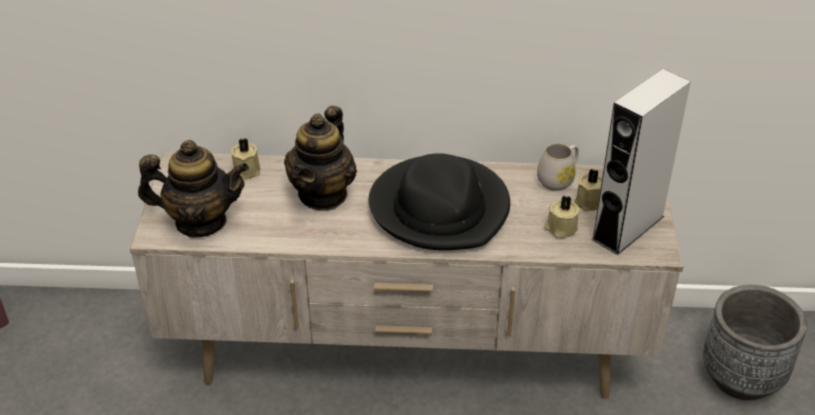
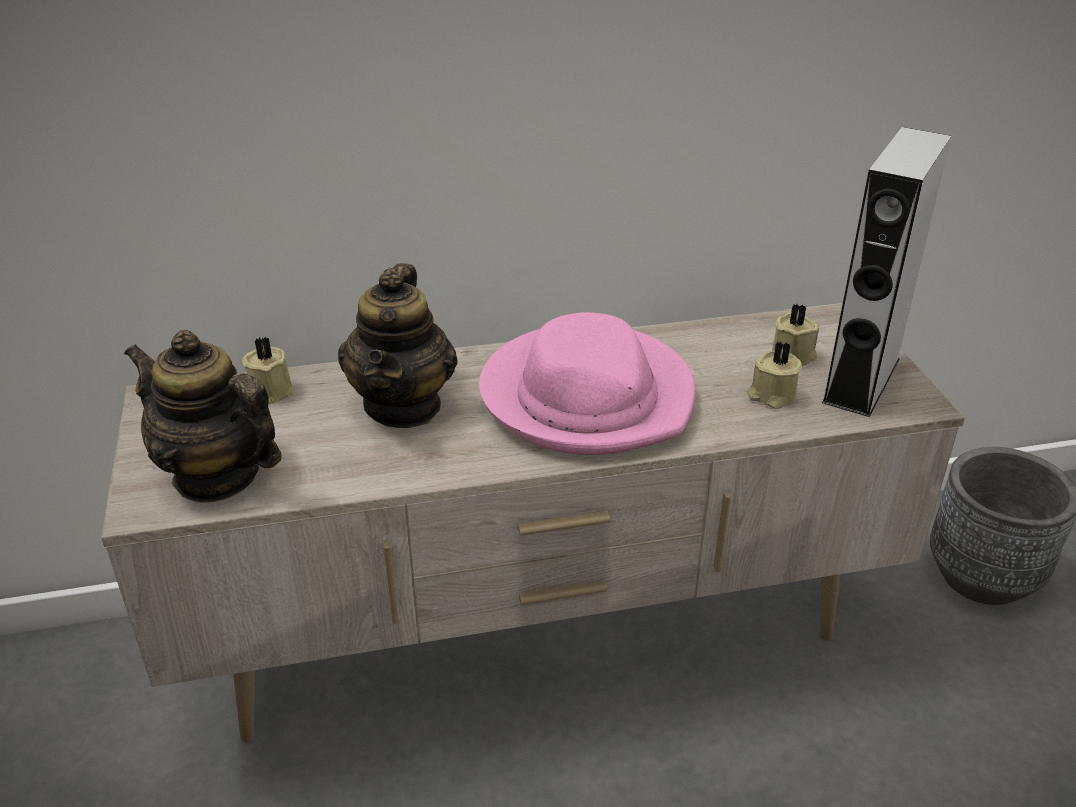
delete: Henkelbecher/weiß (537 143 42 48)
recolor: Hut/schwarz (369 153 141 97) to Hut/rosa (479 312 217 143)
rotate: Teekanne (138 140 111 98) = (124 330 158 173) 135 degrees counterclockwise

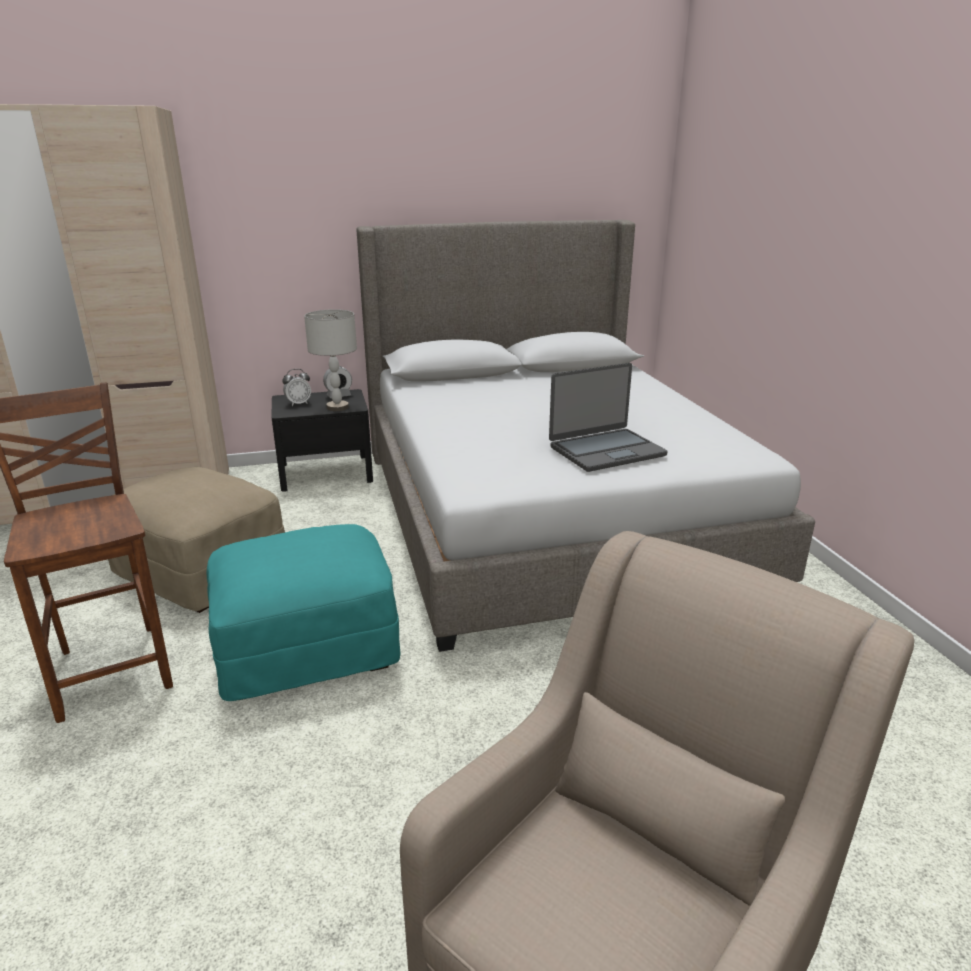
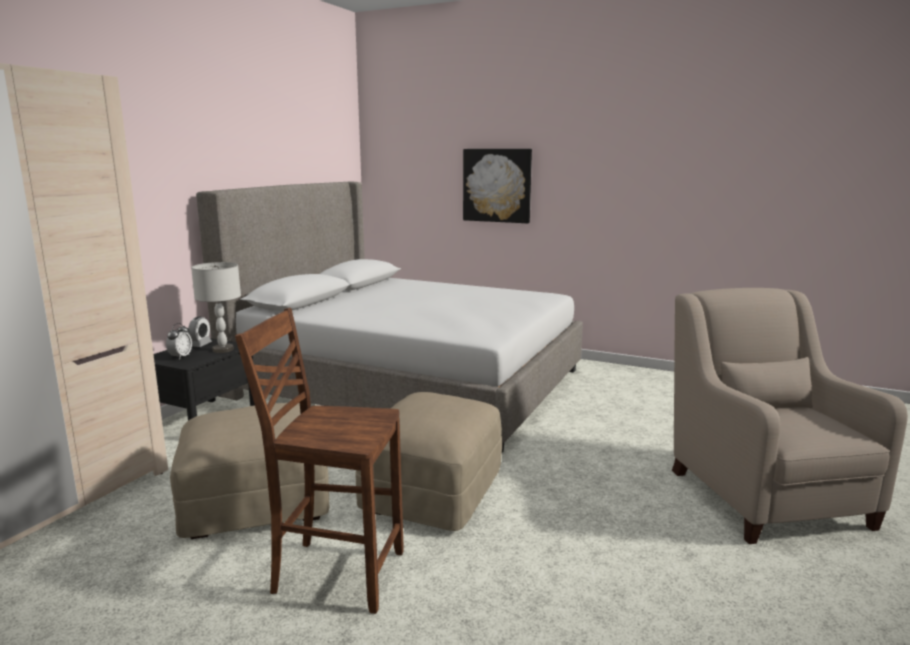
delete: Laptop (549 363 119 109)
insert: Bild (463 149 69 74)
recolor: Polsterhocker/türkis (206 524 194 177) to Polsterhocker/beige (356 392 146 139)

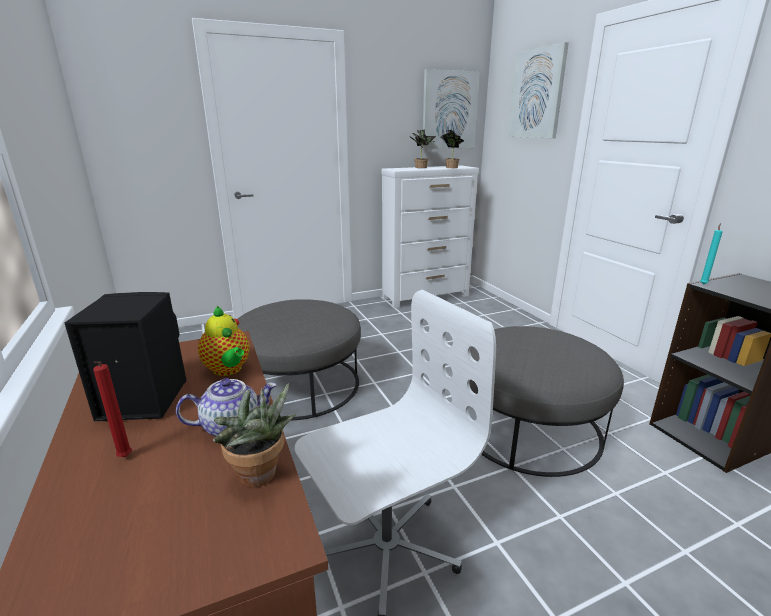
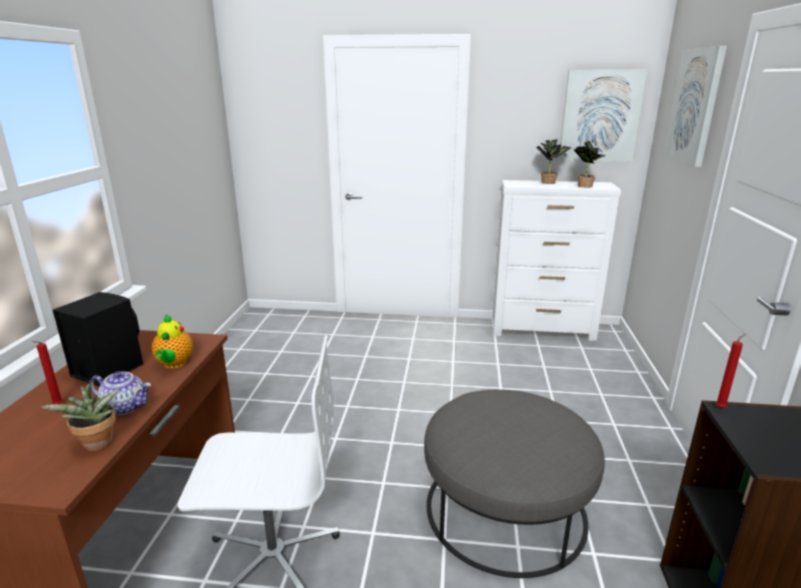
delete: Polsterhocker/grau (237 299 124 121)
recolor: Kerze/türkis (700 223 23 62) to Kerze/rot (716 334 30 74)

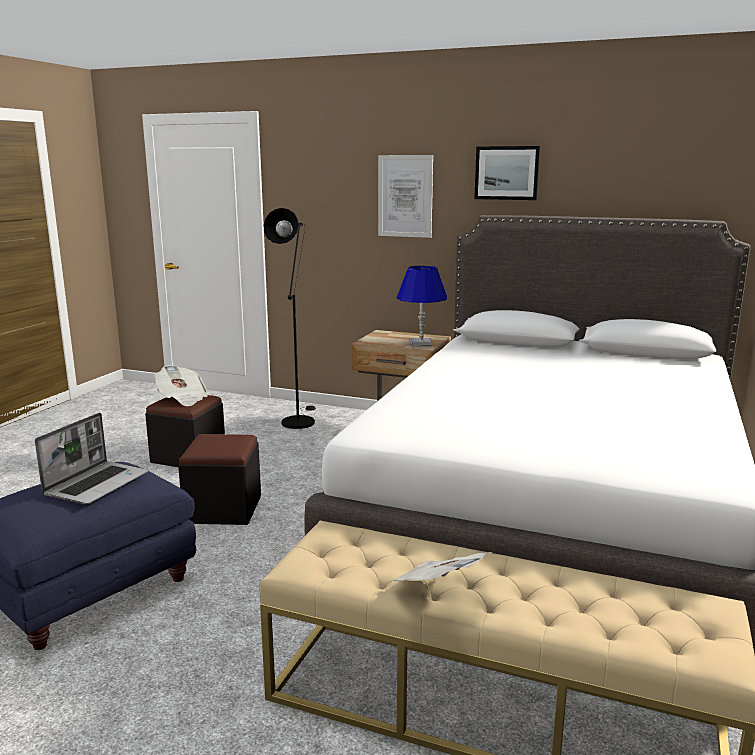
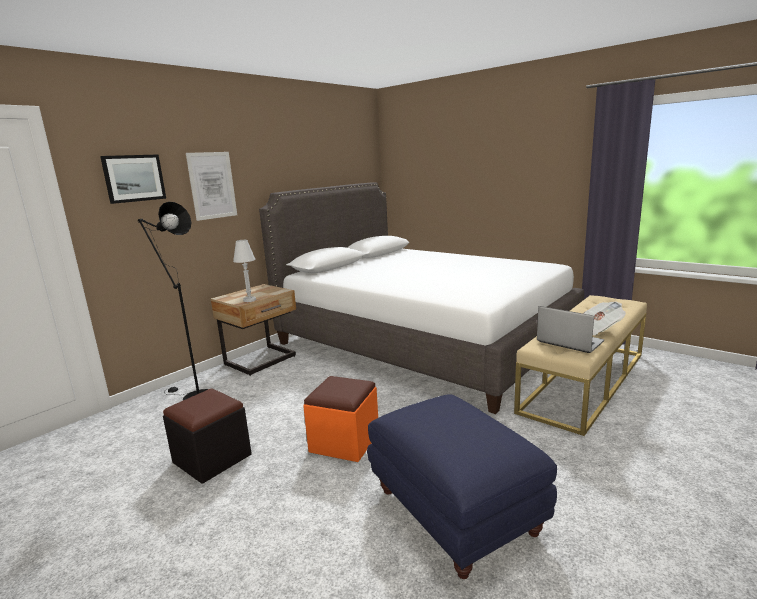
delete: Zeitung (155 365 53 41); Tischlampe/blau (397 266 50 80)
insert: Tischlampe/weiß (233 240 23 62)
move: Laptop (35 413 113 92) to (537 306 67 47); Bild (474 146 66 54) to (100 154 66 50)
recolor: Polsterhocker/schwarz (178 434 83 91) to Polsterhocker/orange (303 376 75 86)

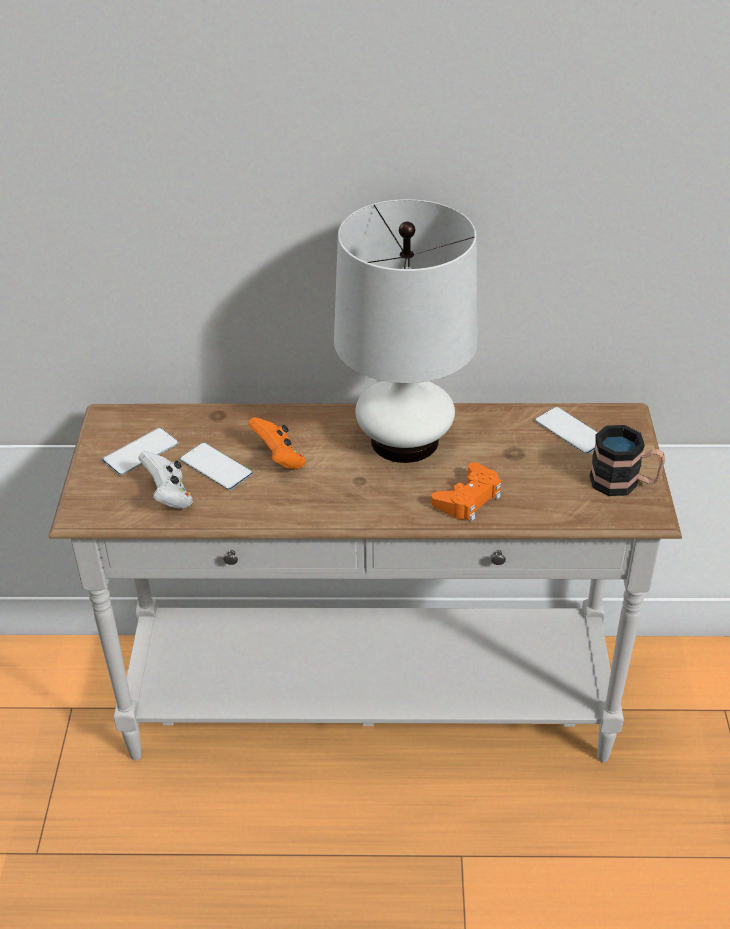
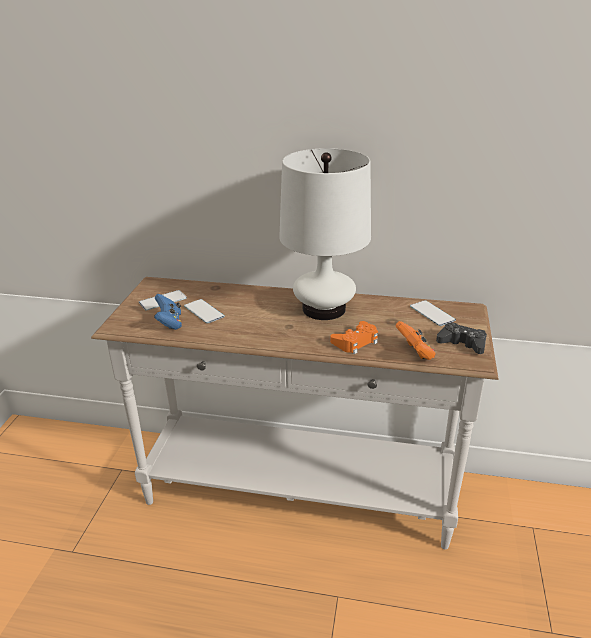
move: Gamepad/orange (248 417 58 53) to (395 321 40 39)
replace: Henkelbecher (589 425 76 71) to Gamepad/schwarz (436 322 51 32)
recolor: Gamepad/weiß (138 451 55 58) to Gamepad/blau (154 294 28 36)

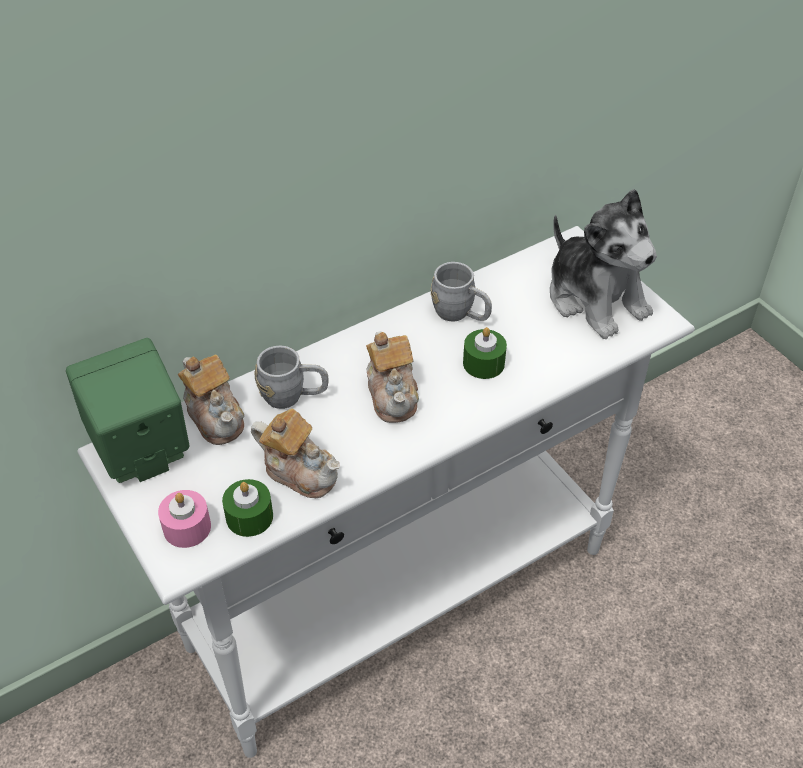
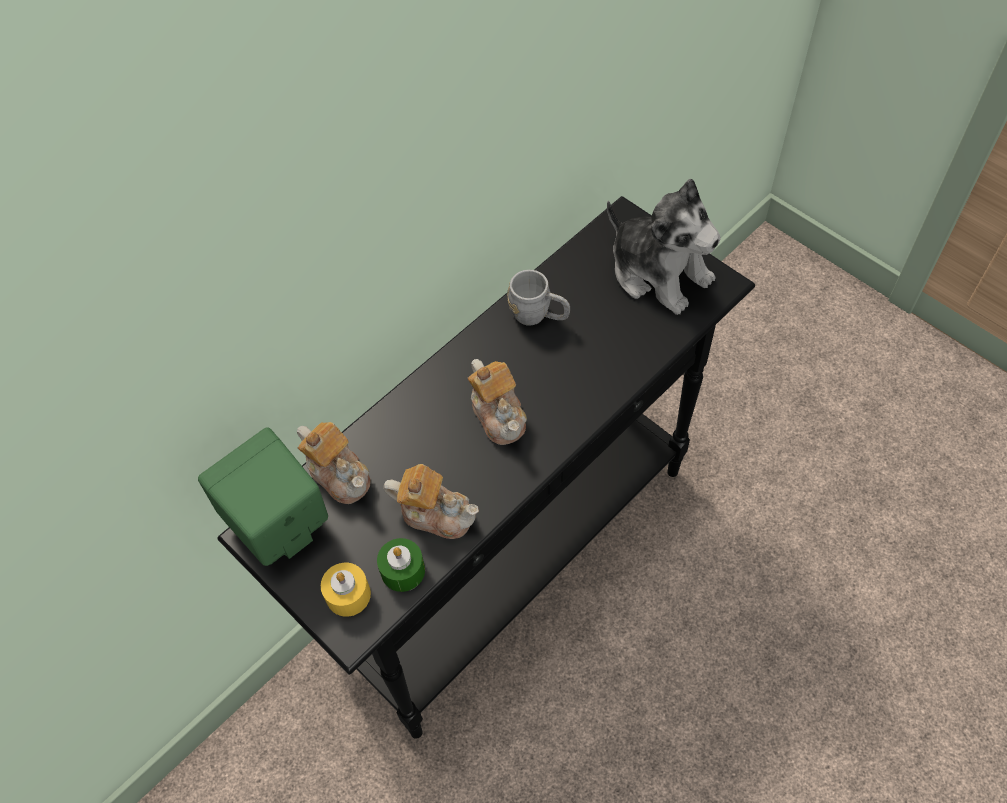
delete: Henkelbecher/grau (254 346 74 63); Kerze/grün (463 327 44 52)
recolor: Konsolentisch/weiß (77 226 618 532) to Konsolentisch/schwarz (217 196 538 543); Kerze/rosa (158 490 53 58) to Kerze/gelb (321 563 50 54)

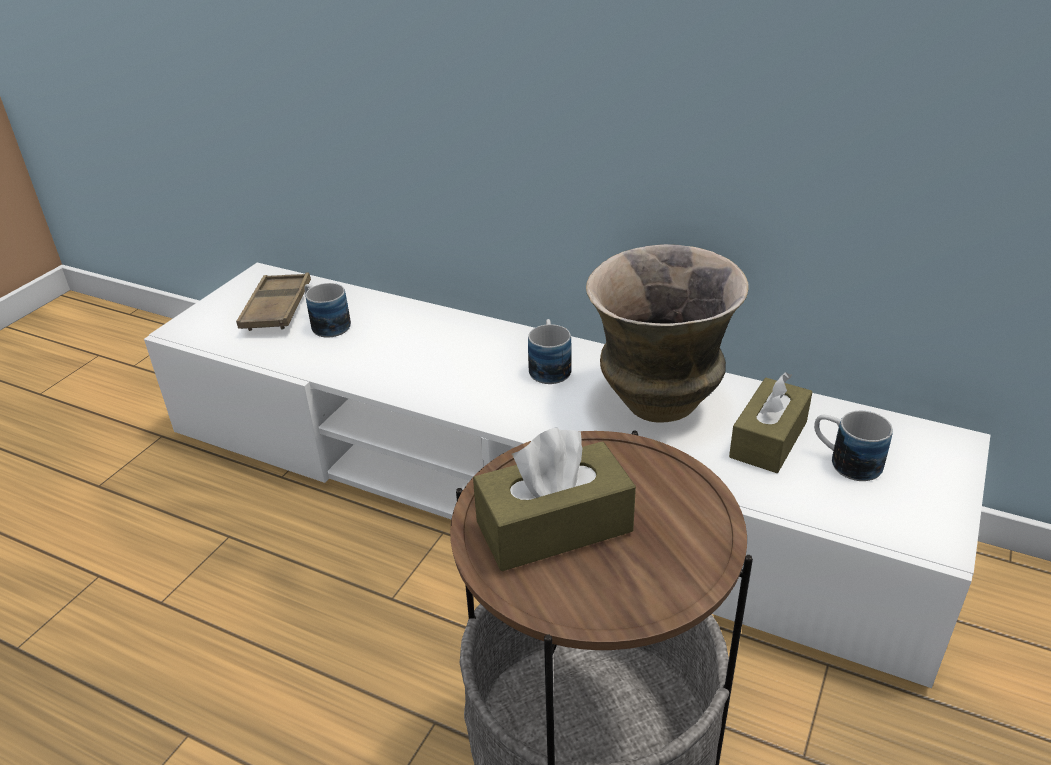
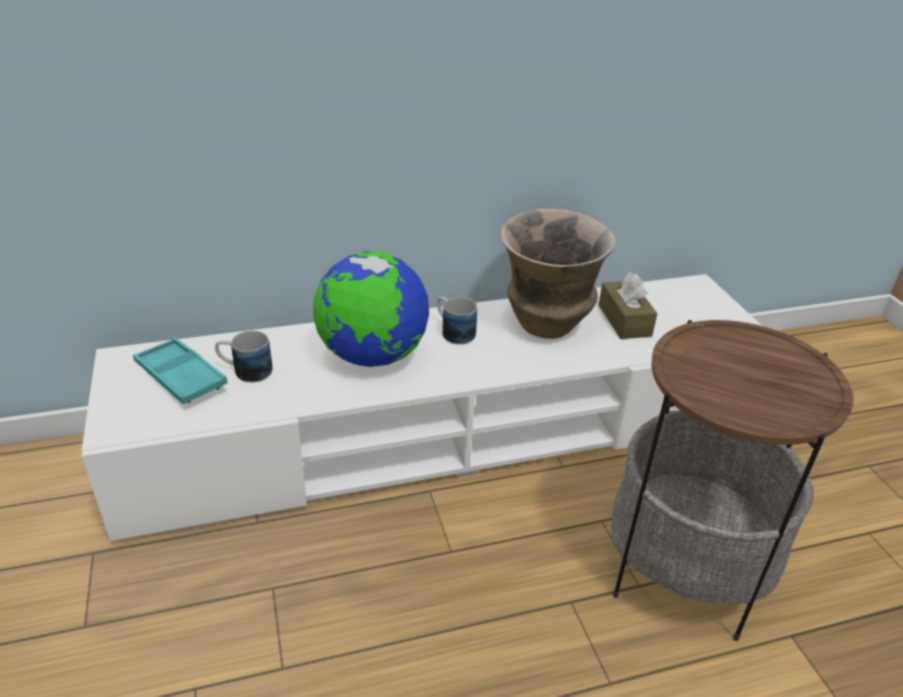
delete: Taschentuchbox/braun (473 427 163 144); Henkelbecher (814 411 79 70)
insert: Globus (313 251 116 116)
recolor: Tablett/braun (236 273 75 58) to Tablett/türkis (133 337 95 67)

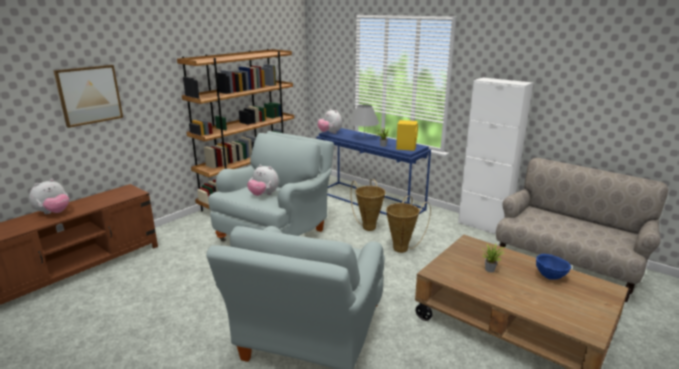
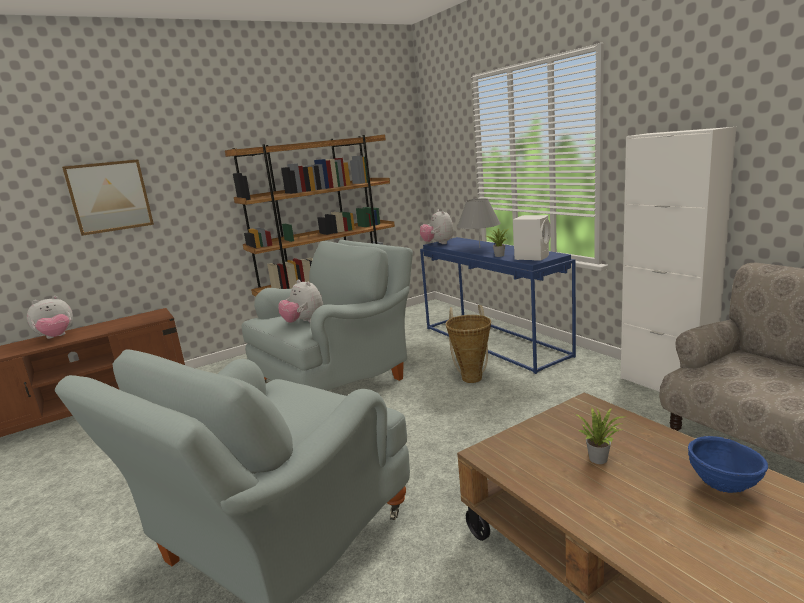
delete: Korb (386 196 45 57)
recolor: Lautsprecher/gelb (396 120 22 31) to Lautsprecher/weiß (513 215 38 46)

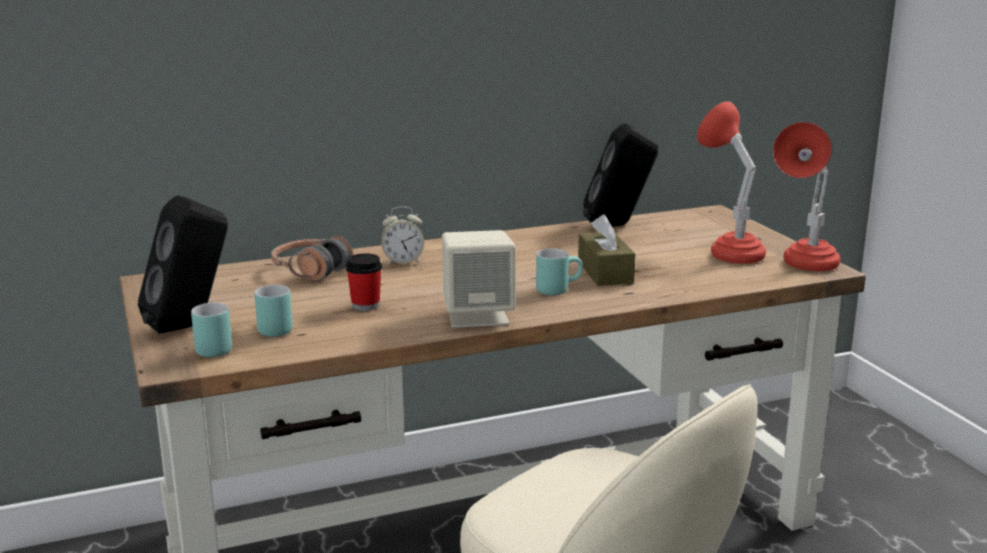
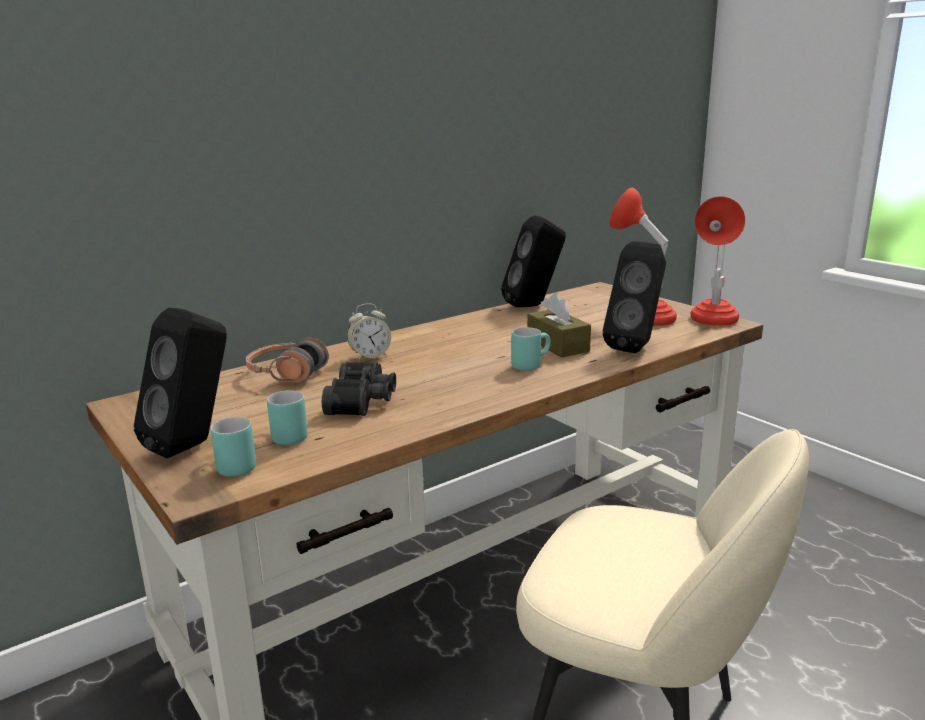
delete: Lautsprecher/beige (442 230 74 98)
insert: Lautsprecher/schwarz (602 241 64 112)
replace: Tasse (346 253 36 58) to Fernglas/schwarz (322 362 74 54)

